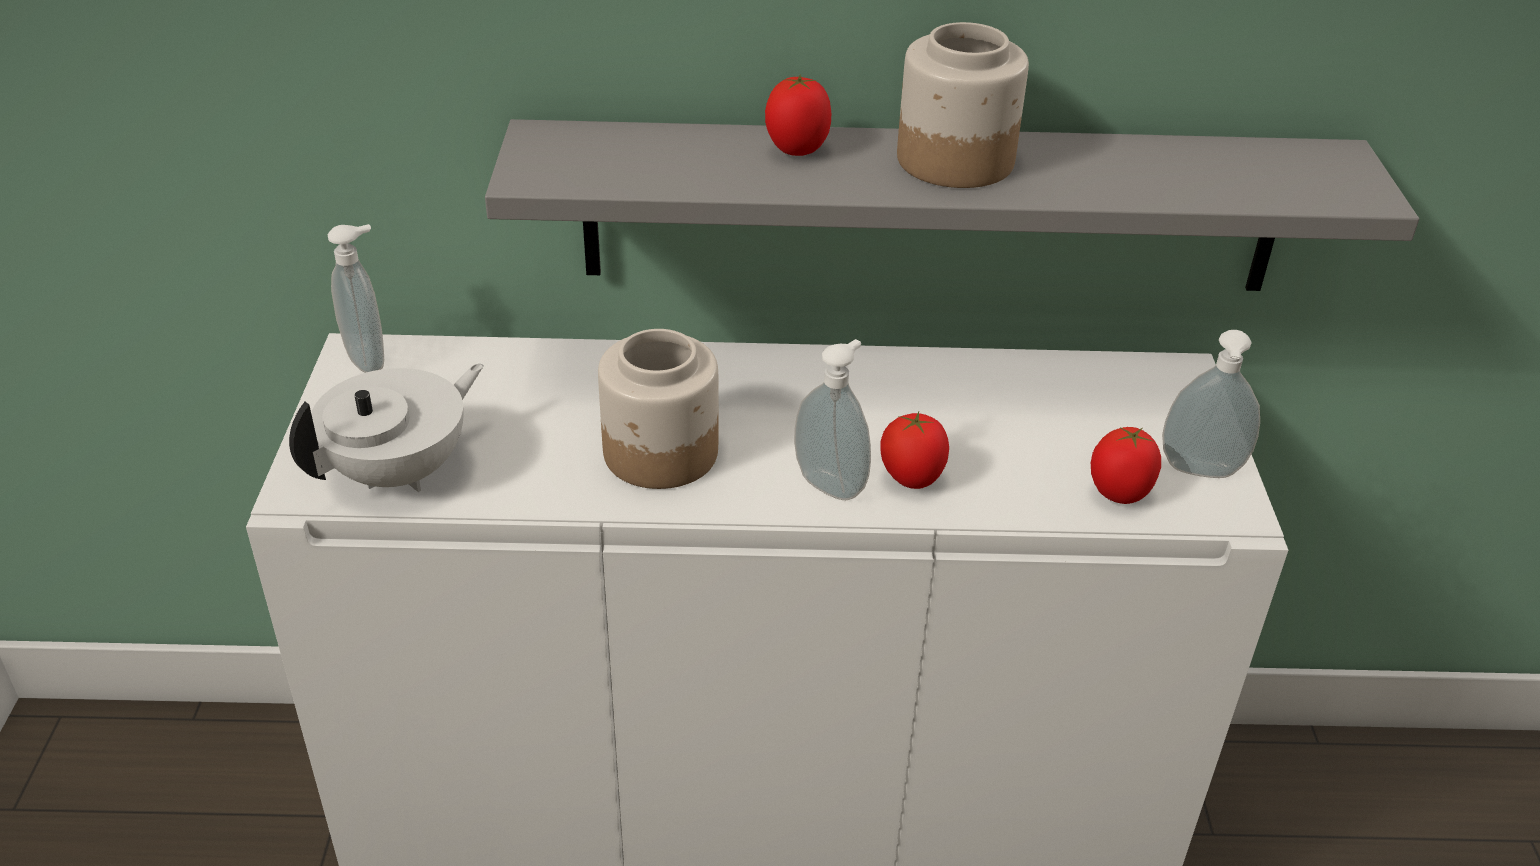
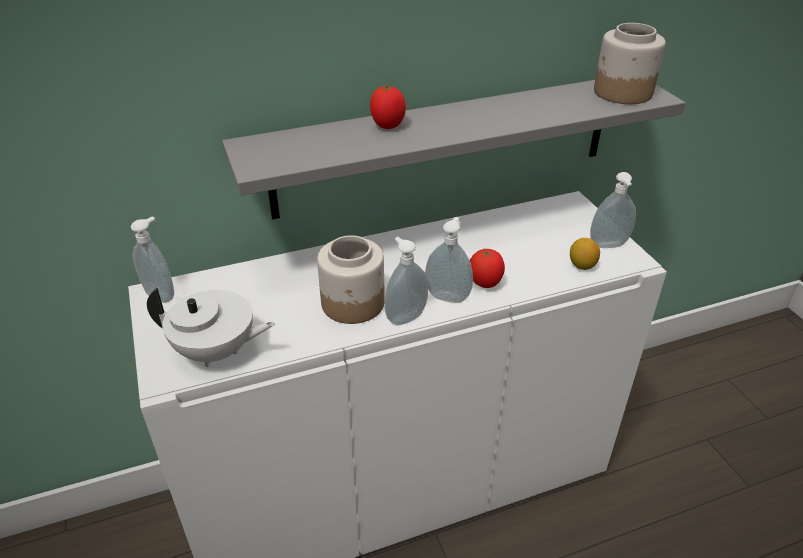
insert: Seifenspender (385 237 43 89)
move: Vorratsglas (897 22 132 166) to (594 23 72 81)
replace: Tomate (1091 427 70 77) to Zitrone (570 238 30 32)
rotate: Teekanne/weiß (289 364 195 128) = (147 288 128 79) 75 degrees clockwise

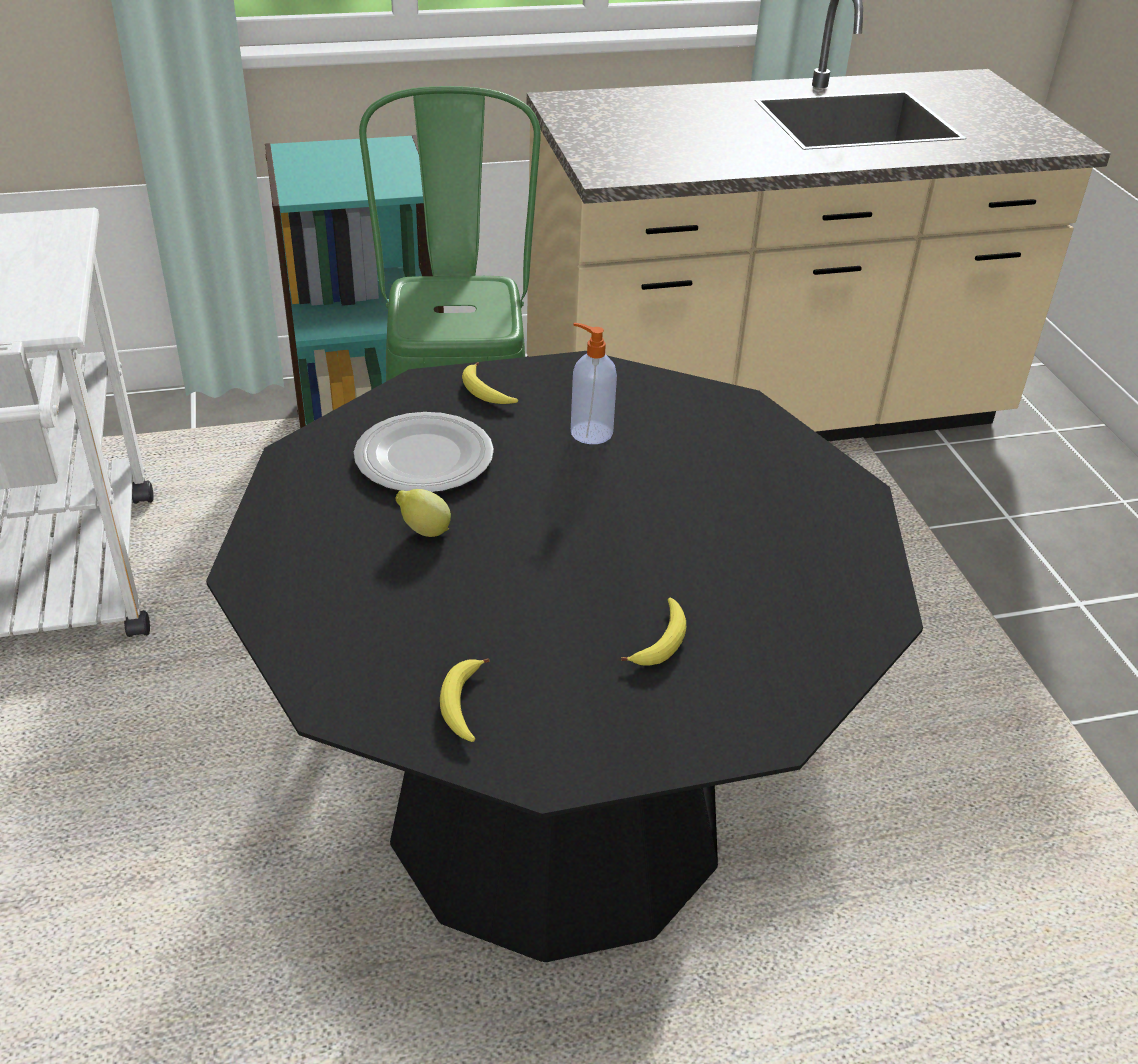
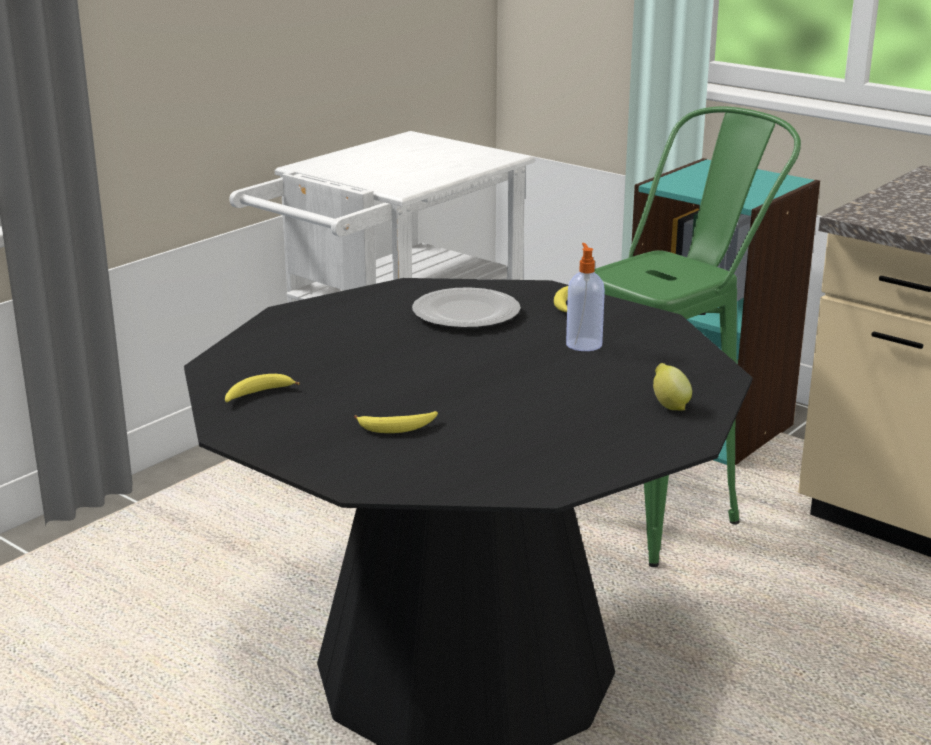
move: Zitrone (395 489 56 48) to (653 363 39 48)

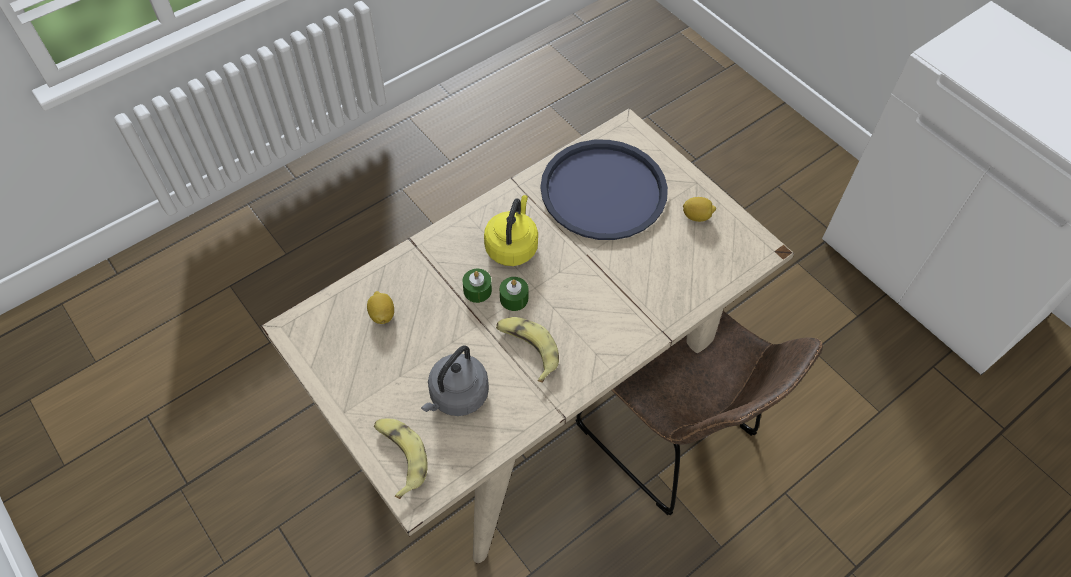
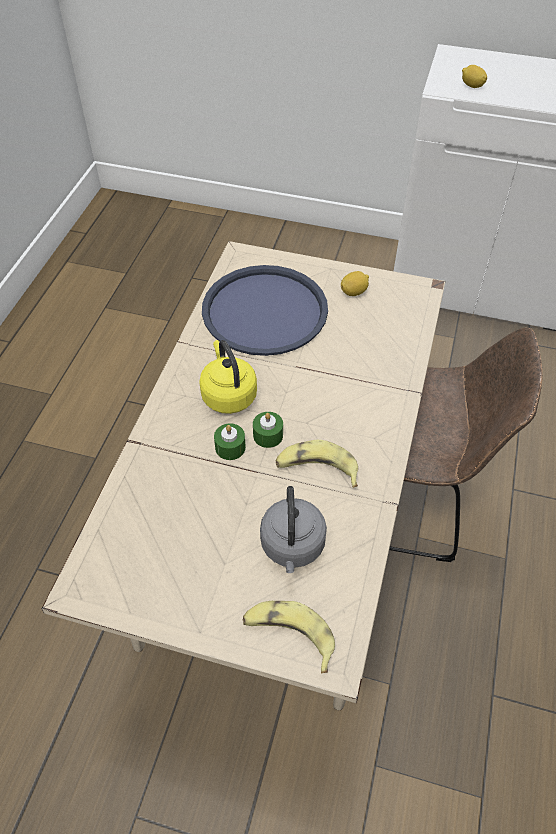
move: Zitrone (367 291 27 33) to (462 65 25 23)

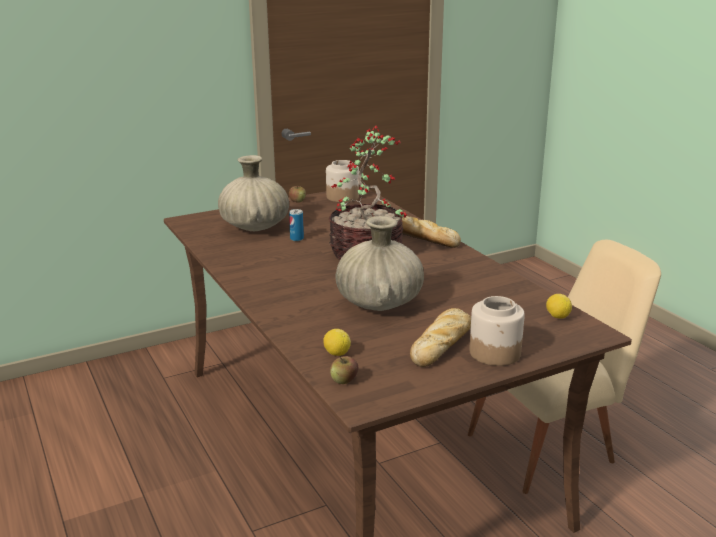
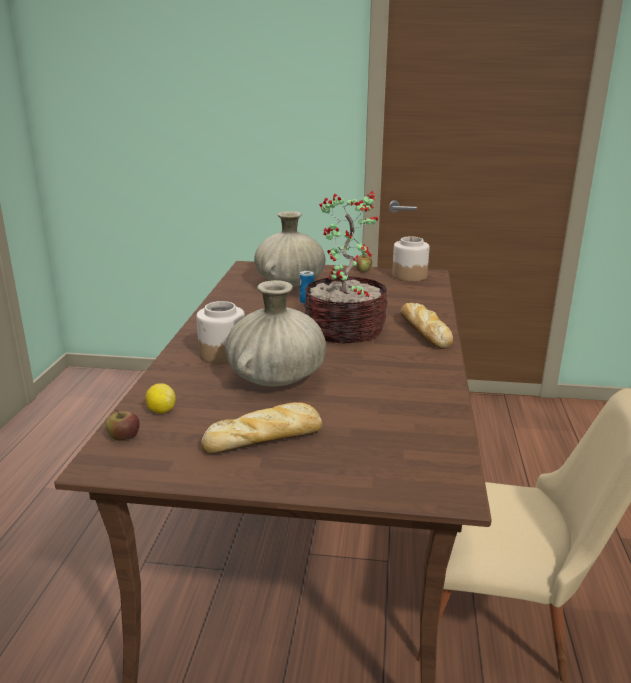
delete: Zitrone (546 294 26 25)
move: Vorratsglas (469 296 56 70) to (196 301 49 63)

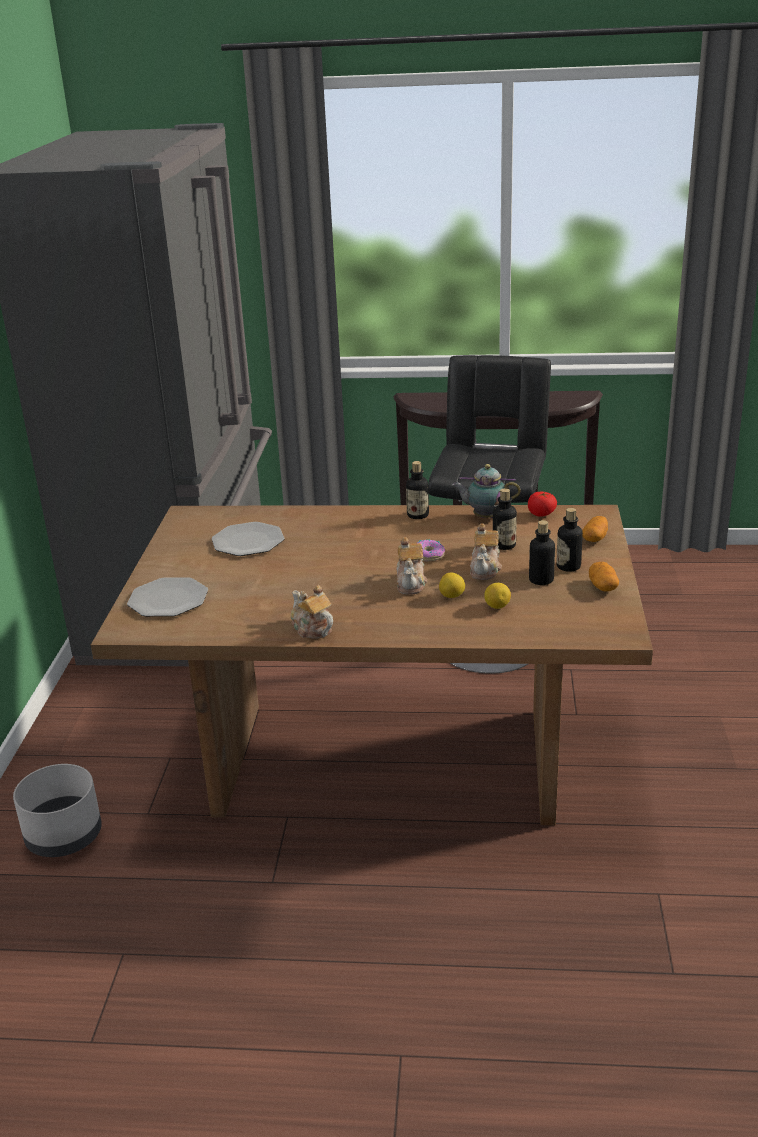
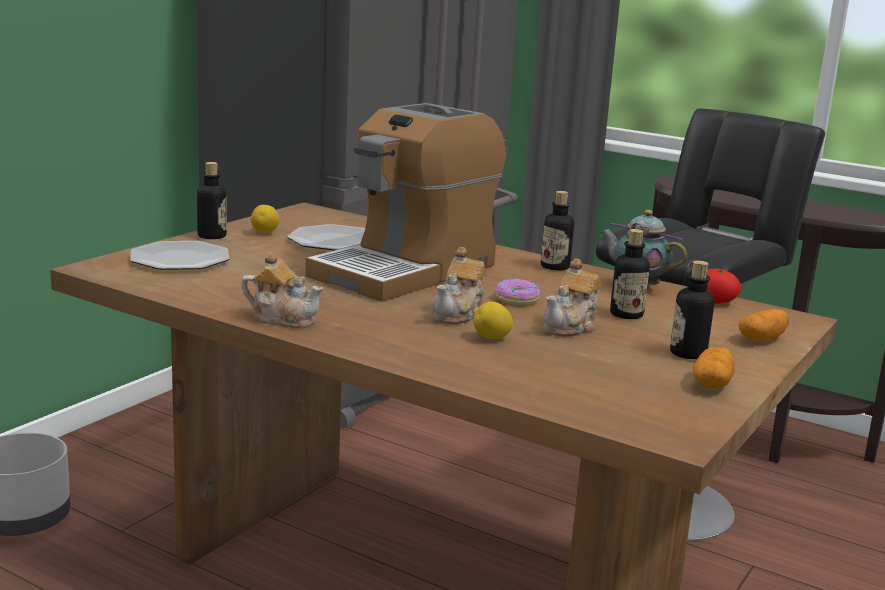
insert: Kaffeemaschine (305 103 201 199)
move: Zitrone (484 583 27 26) to (251 205 28 28); Flasche (529 520 26 65) to (197 162 30 77)
rotate: Teekanne (291 585 42 54) = (241 252 82 76) 120 degrees clockwise

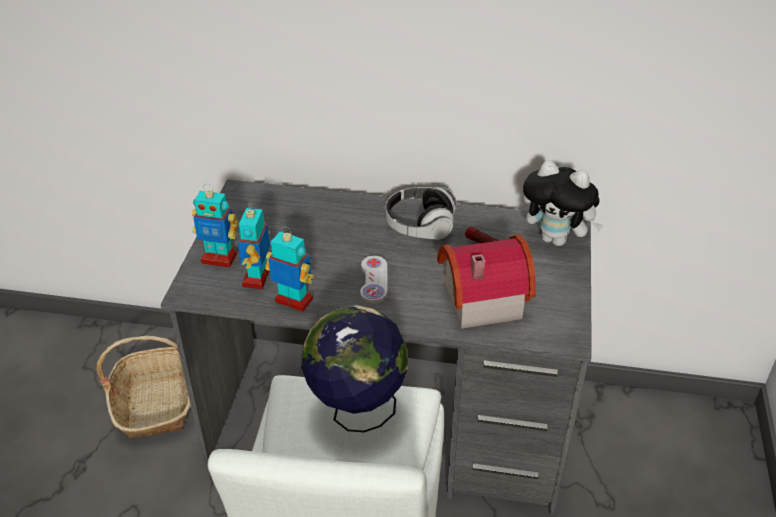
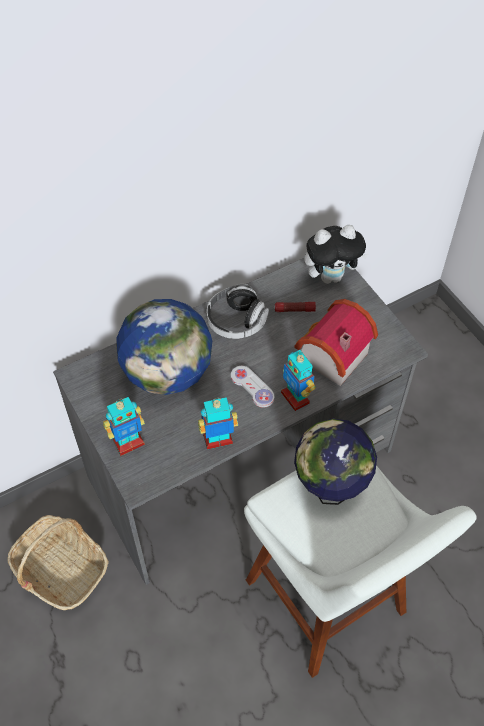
insert: Globus (116 299 96 96)
move: Spielzeugroboter (238 203 32 86) to (281 350 35 61)

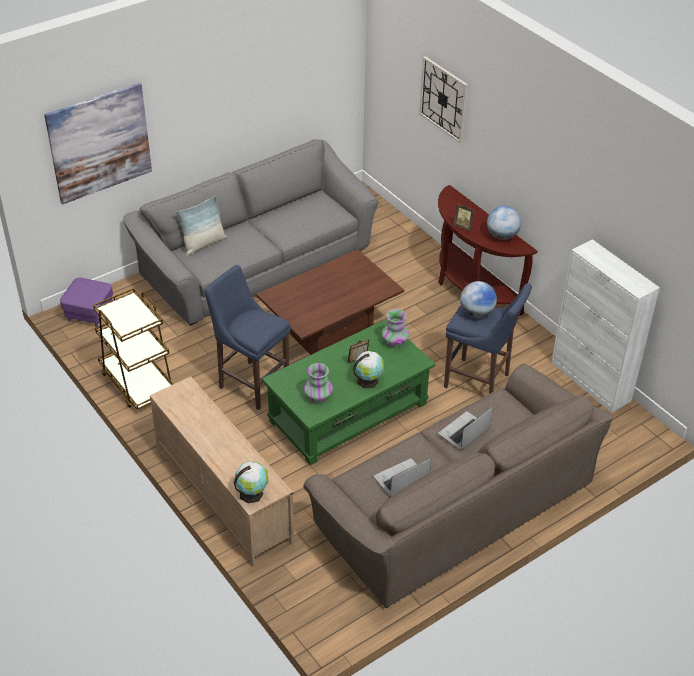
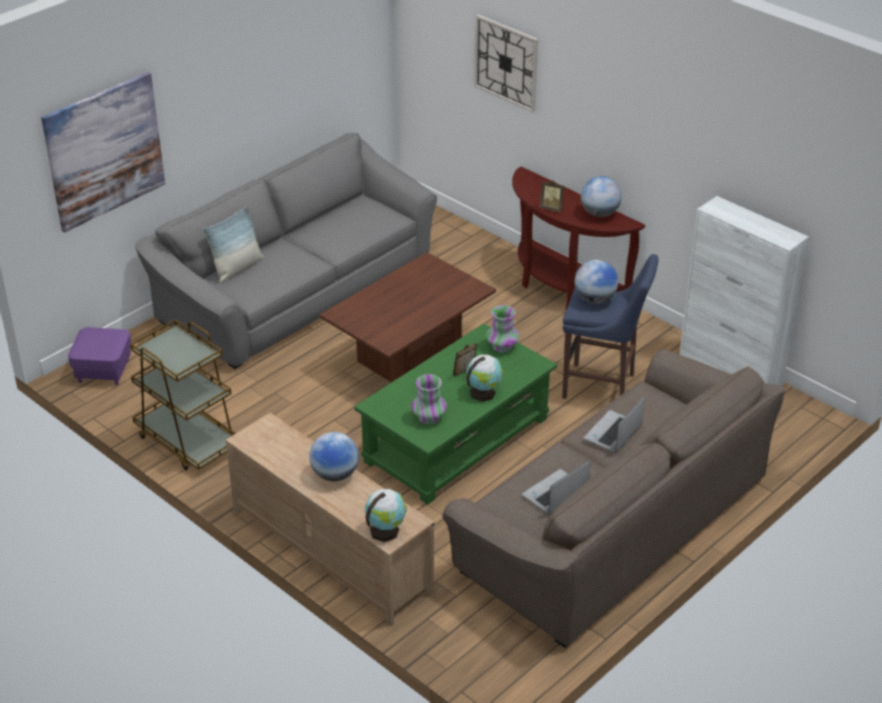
delete: Hocker/blau (204 265 87 145)
insert: Globus (309 432 50 49)

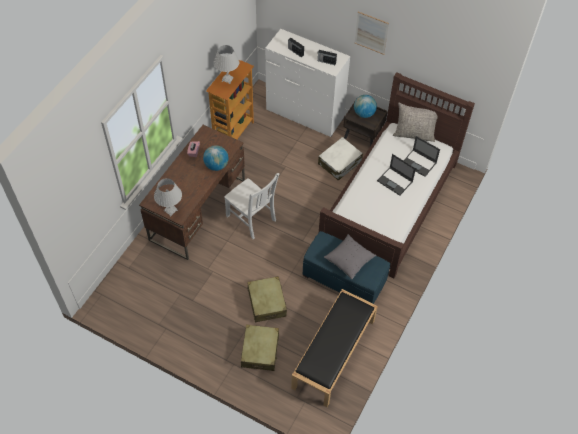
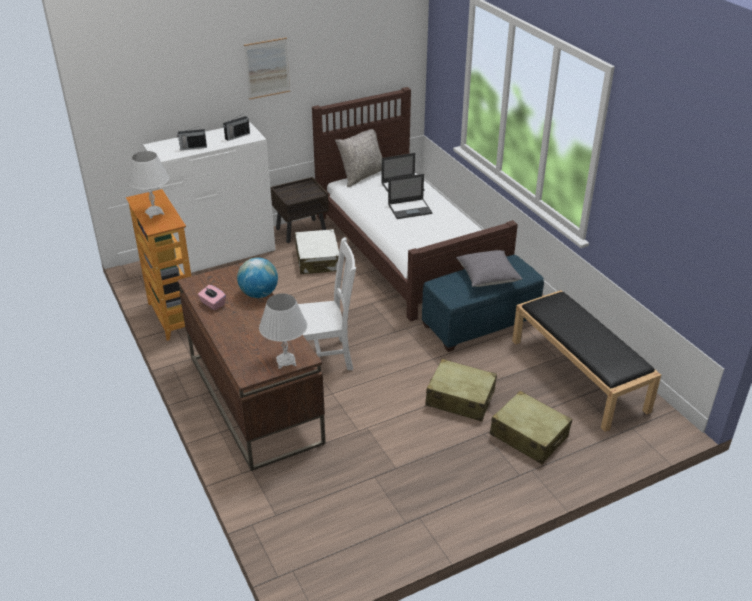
delete: Globus (354 95 23 23)

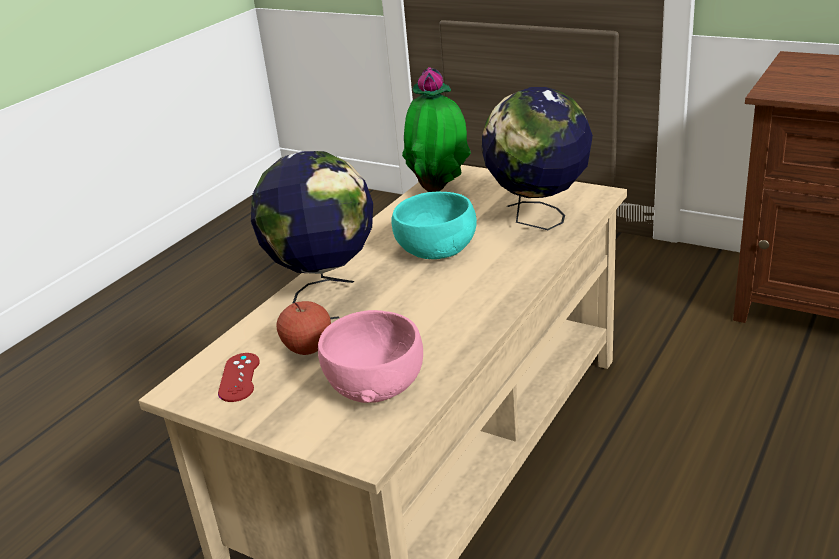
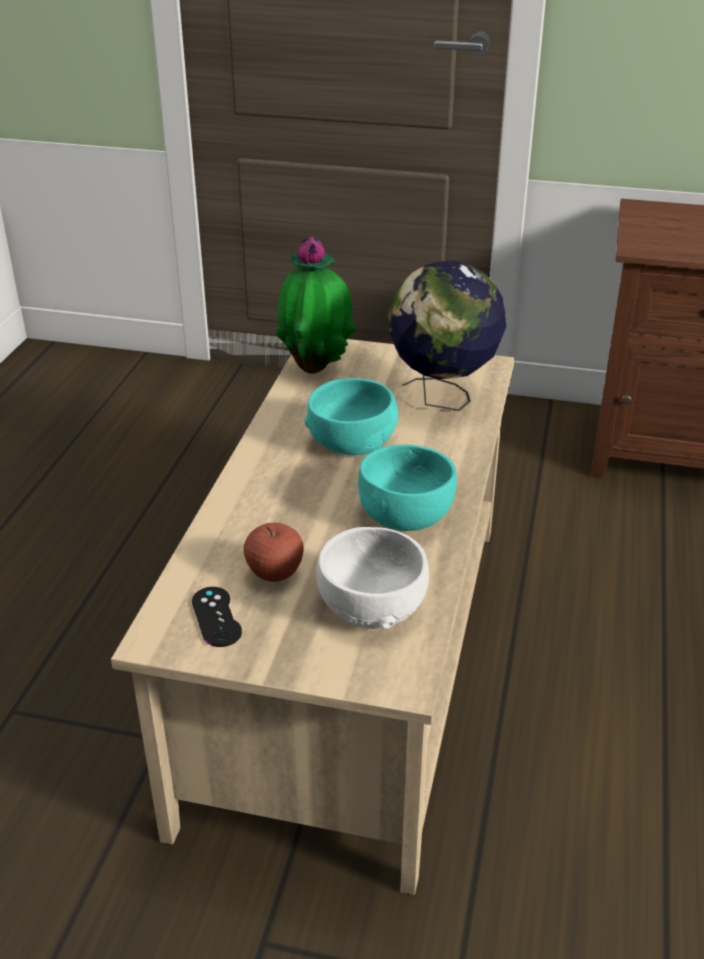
delete: Globus (251 151 122 168)
insert: Schüssel/türkis (358 445 99 86)
recolor: Gamepad/rot (218 353 42 49) to Gamepad/schwarz (192 587 50 60); Schüssel/rosa (318 310 105 93) to Schüssel/weiß (316 527 113 102)

